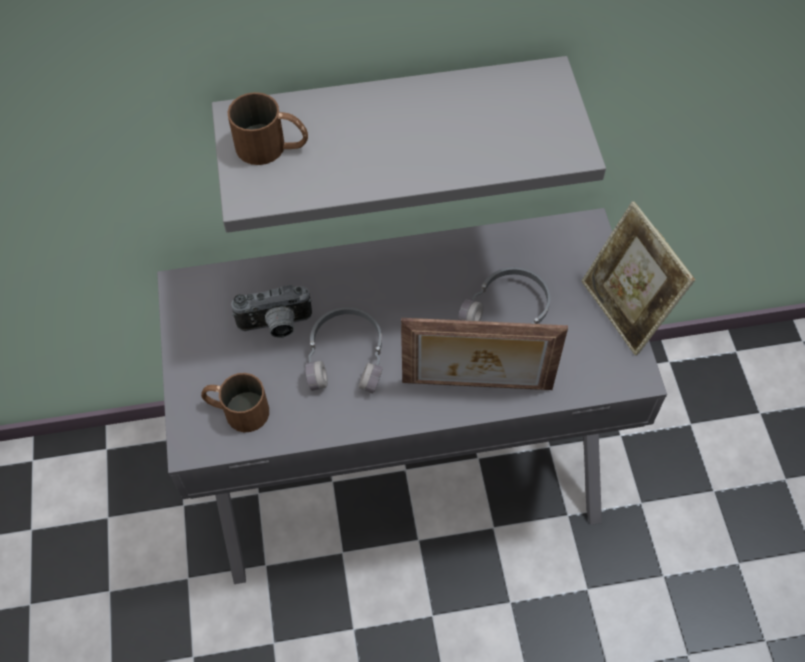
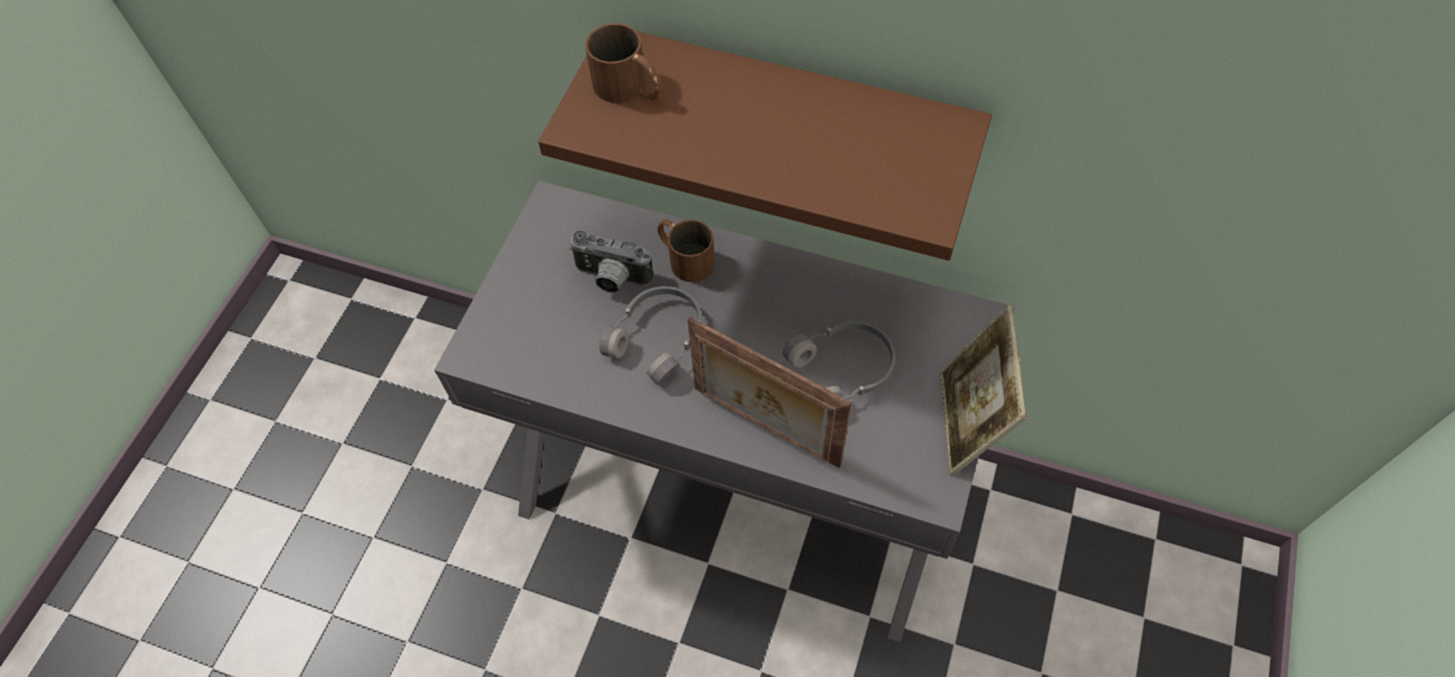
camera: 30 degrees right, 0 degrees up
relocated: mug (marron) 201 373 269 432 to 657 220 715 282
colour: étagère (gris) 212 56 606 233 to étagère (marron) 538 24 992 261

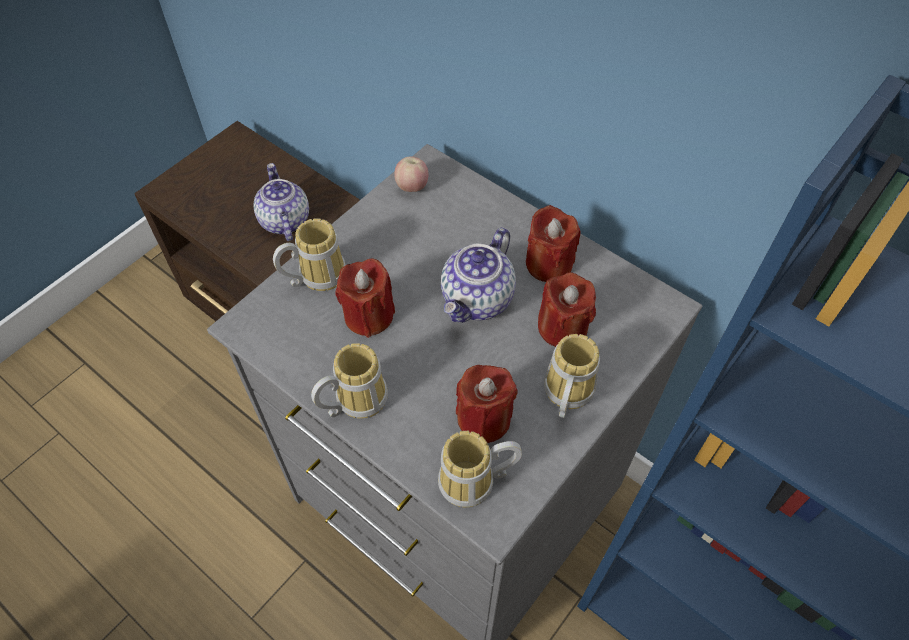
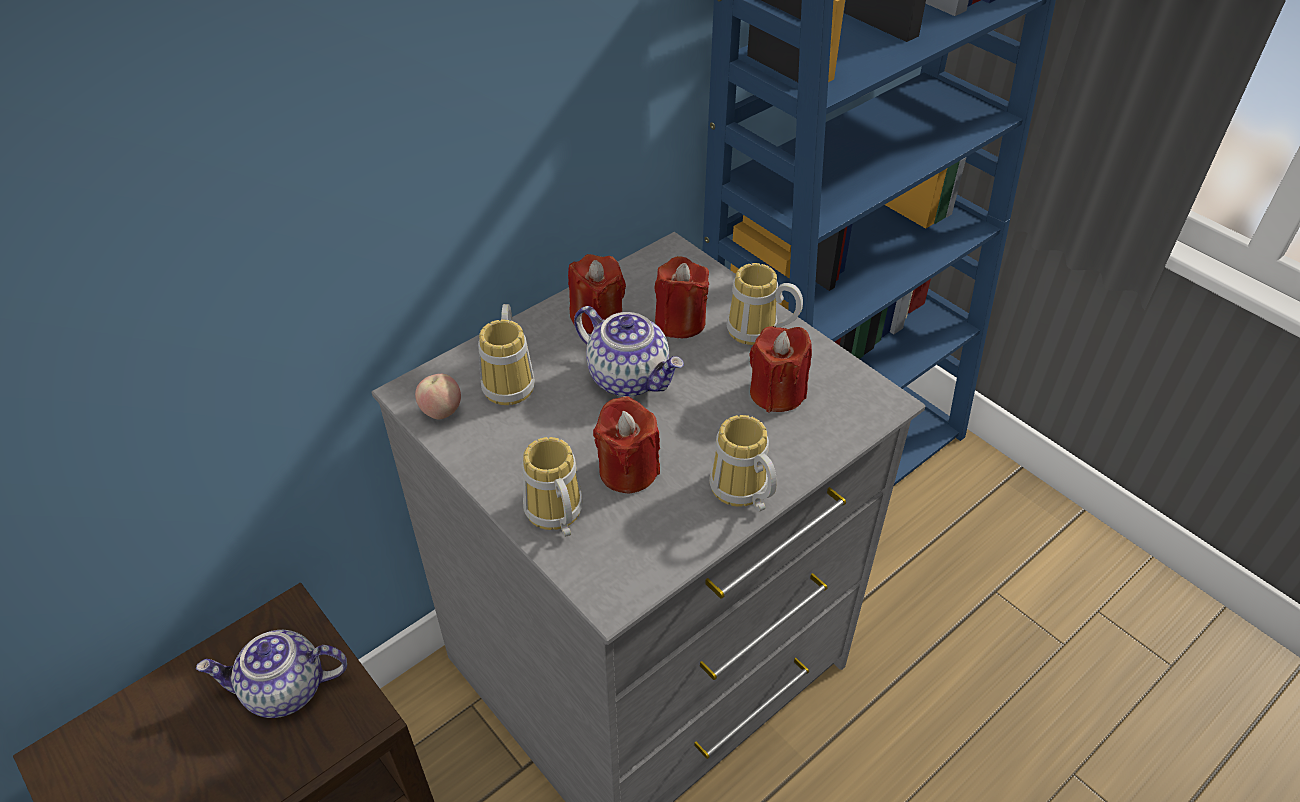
camera: 80 degrees left, 10 degrees down
relocated: mug 438 431 522 507 to 478 304 535 405

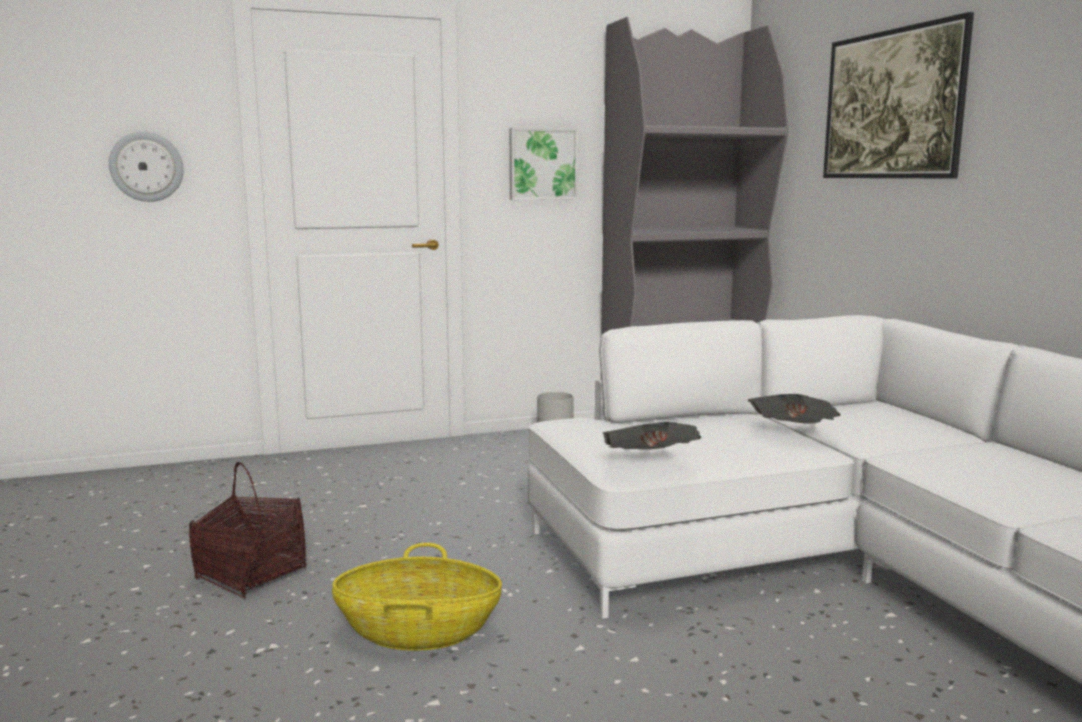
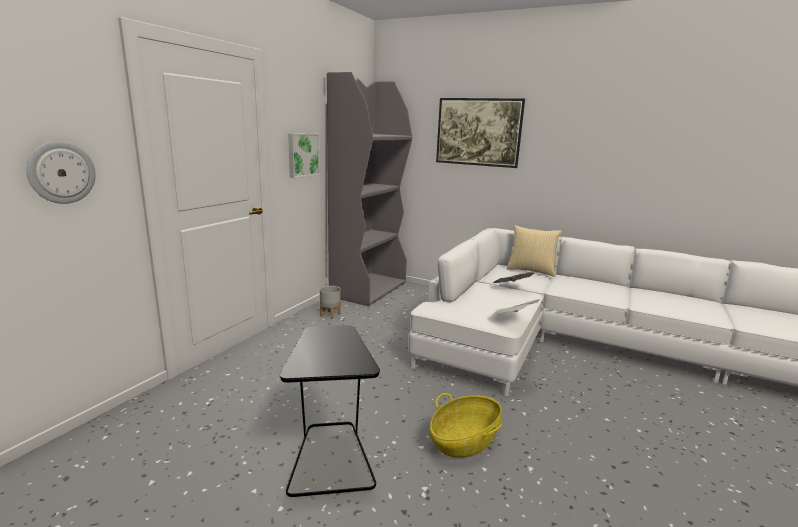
camera: 45 degrees left, 5 degrees up
appeared: coussin 506 225 562 277
exchanged: panier 189 462 306 598 to table d'appoint (noir) 280 325 380 498

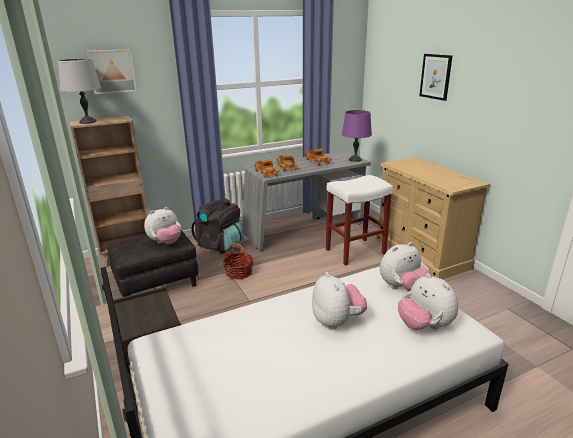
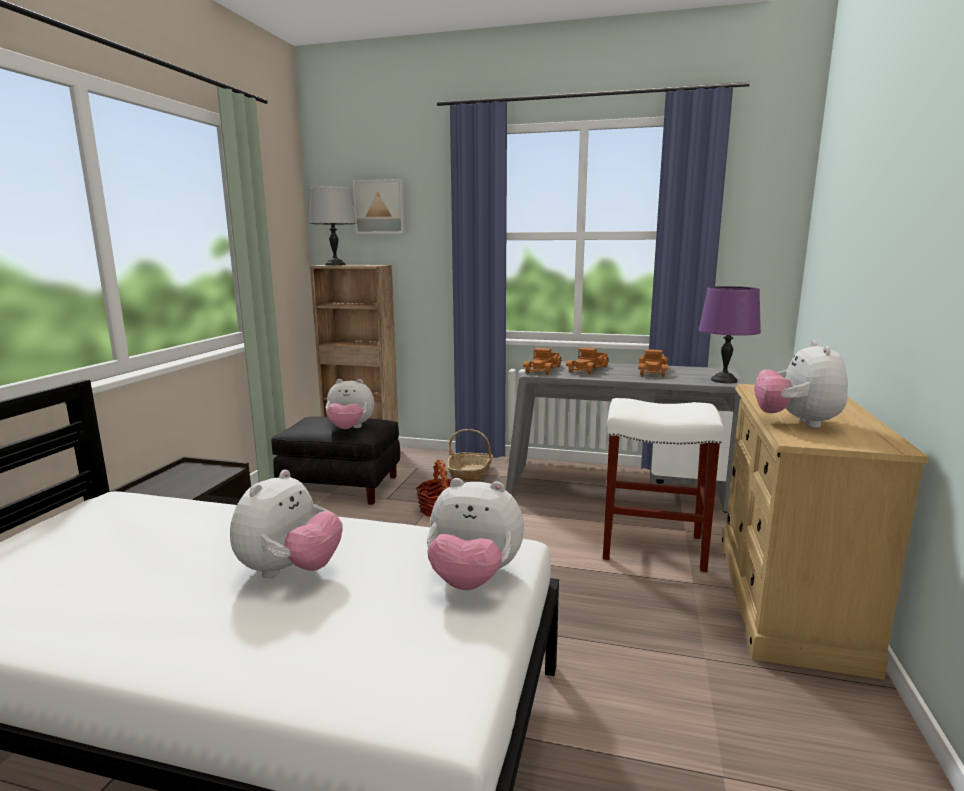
camera: 40 degrees right, 10 degrees down
missing: tableau 419 54 453 101
relocated: peluche 398 273 458 330 to 754 341 848 428
exchanged: sac à dos (noir) 191 198 244 253 to panier 447 429 493 482

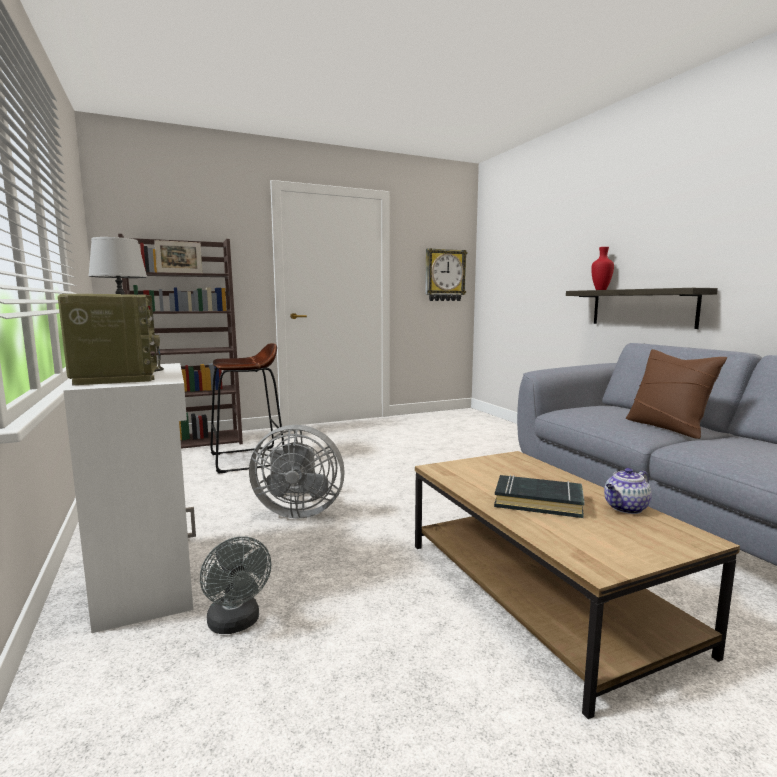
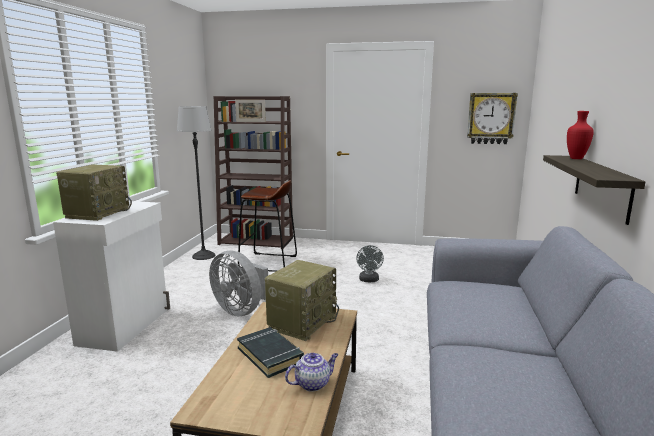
camera: 35 degrees right, 5 degrees up
missing: coussin (marron) 626 349 727 439
appeared: radio 265 260 339 341
relocated: ventilateur (gris) 200 536 271 634 to 356 245 384 282
spun: théière 604 468 652 514 = 285 353 338 392 150 degrees clockwise

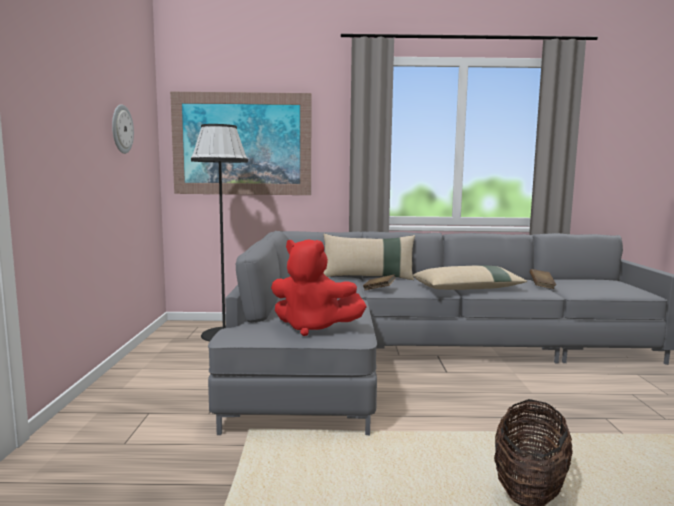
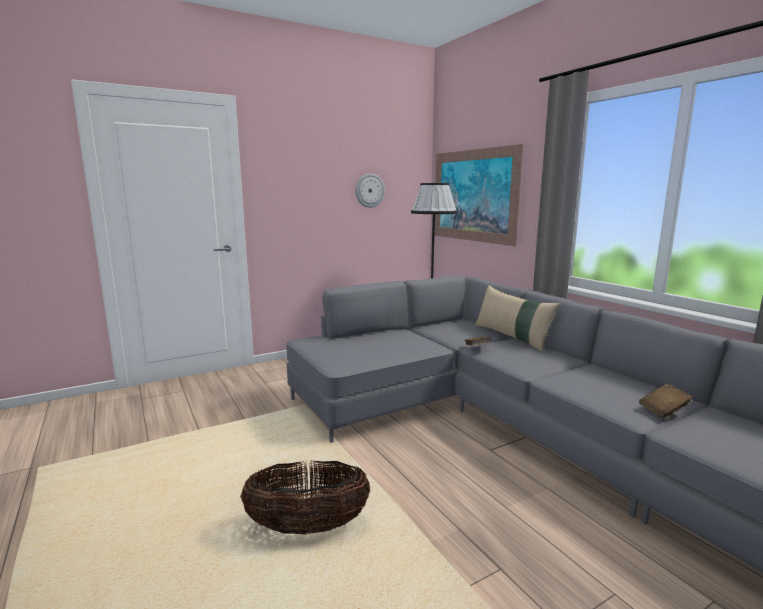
camera: 60 degrees right, 5 degrees up
missing: peluche (rouge) 271 239 367 336; coussin (beige) 413 266 527 290

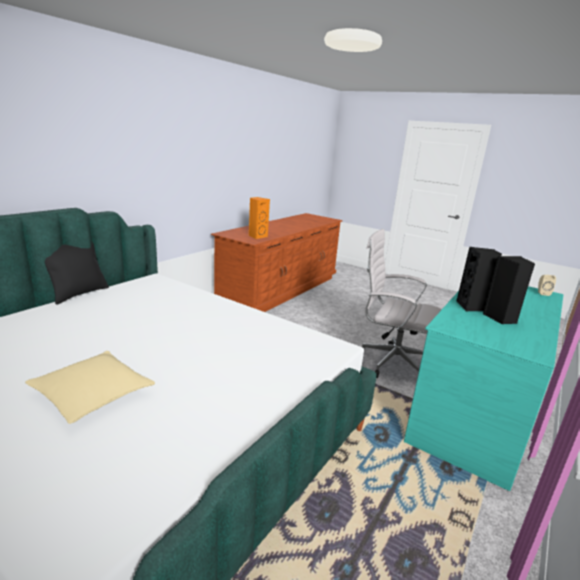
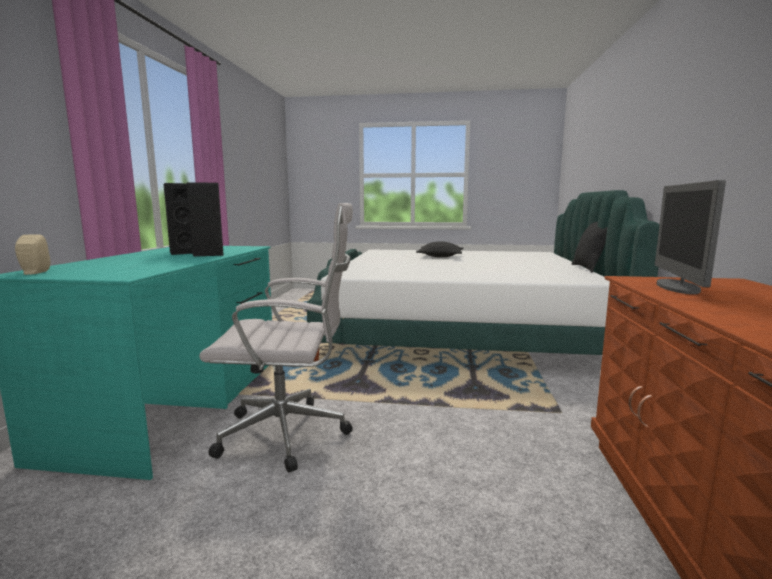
camera: 155 degrees right, 10 degrees down
exchanged: enceinte (orange) 249 197 270 239 to écran d'ordinateur 655 180 726 294
colour: coussin (beige) 25 351 155 424 to coussin (noir) 416 241 463 257

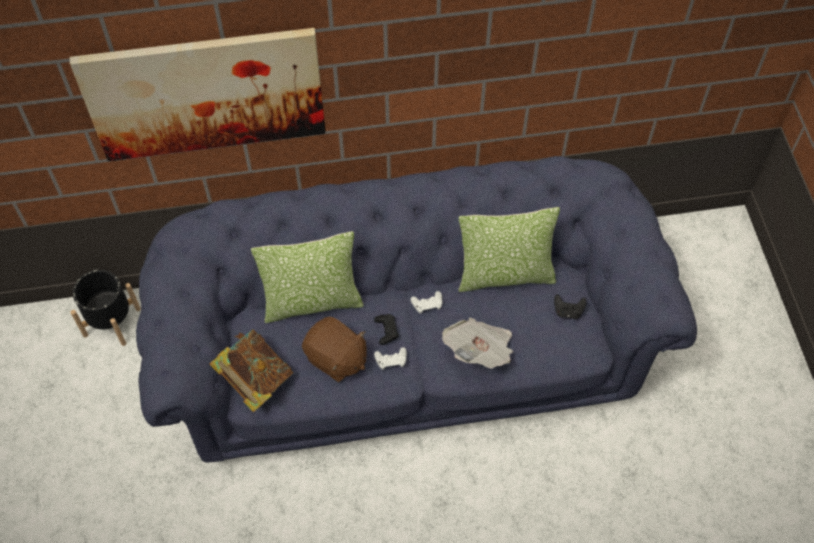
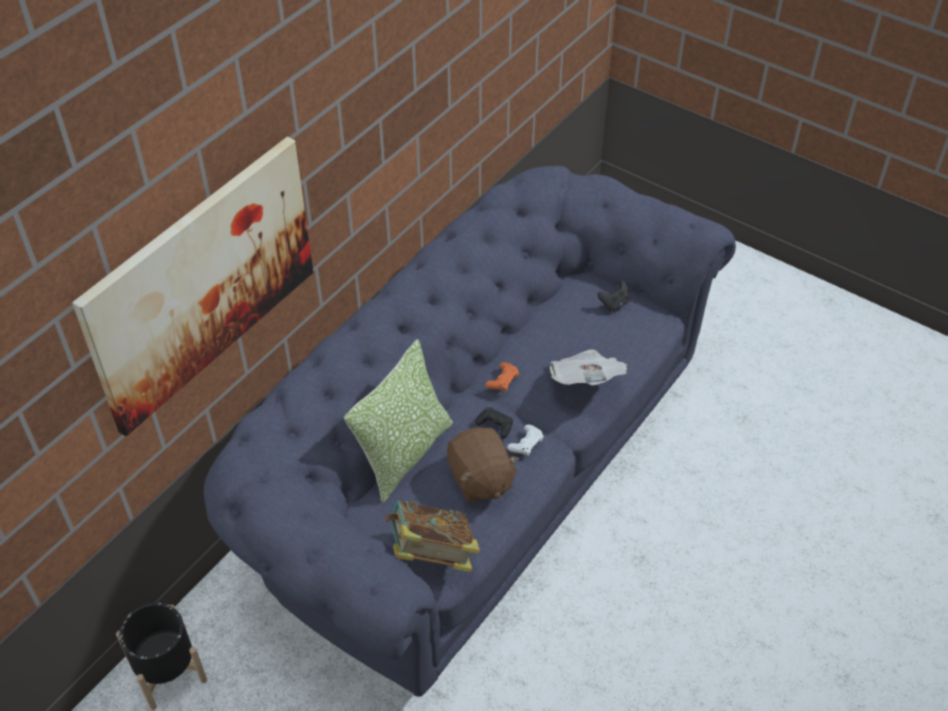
camera: 45 degrees left, 10 degrees down
missing: coussin 458 207 560 292
colour: manette (blanc) 411 291 442 314 to manette (orange) 485 362 519 391
spun: peluche (marron) 302 317 366 382 = 447 427 519 502 75 degrees clockwise

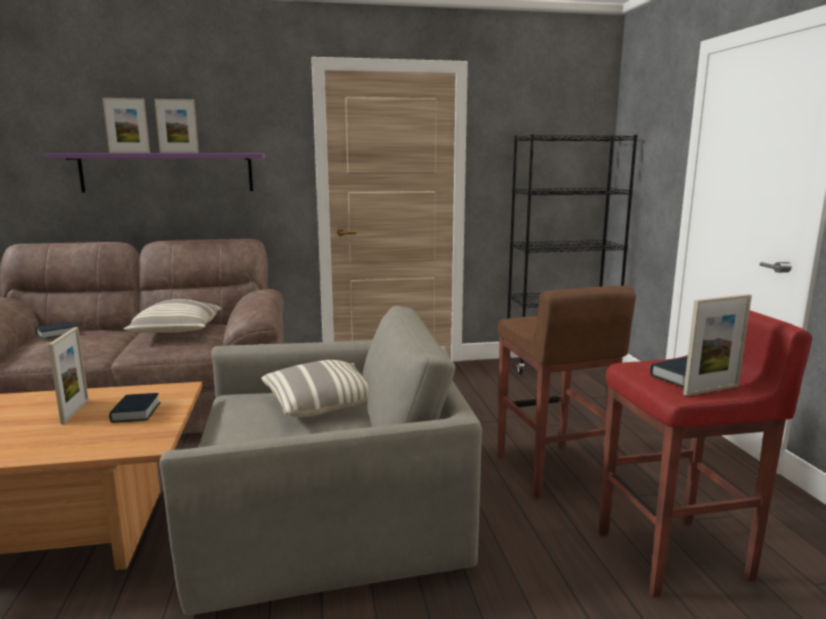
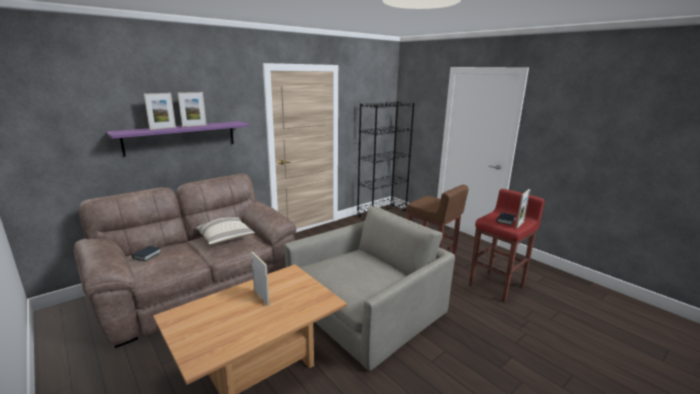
camera: 30 degrees left, 5 degrees up
missing: coussin 261 360 369 417; livre 109 393 161 423

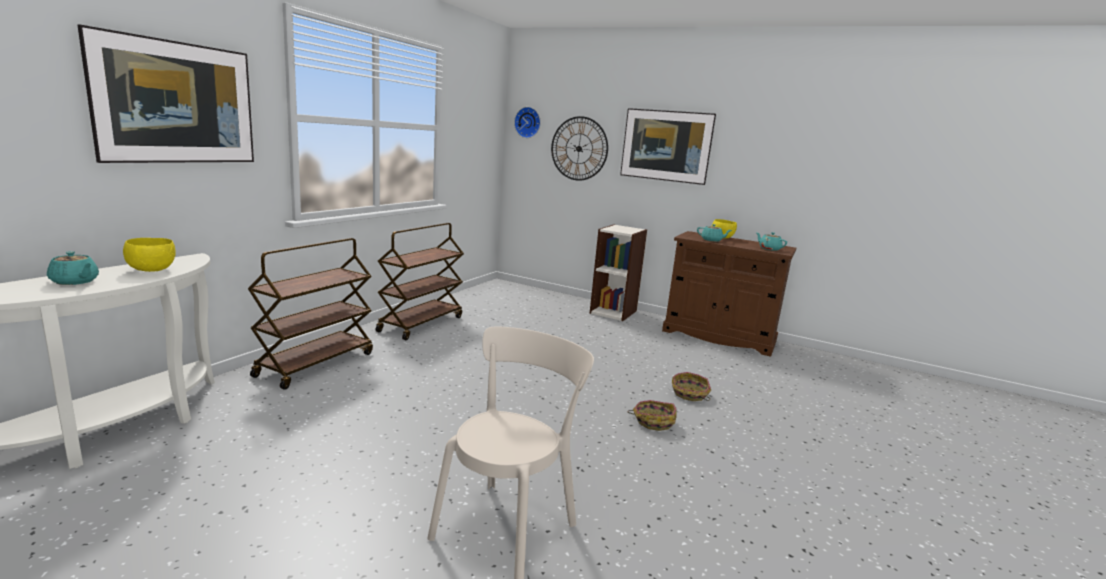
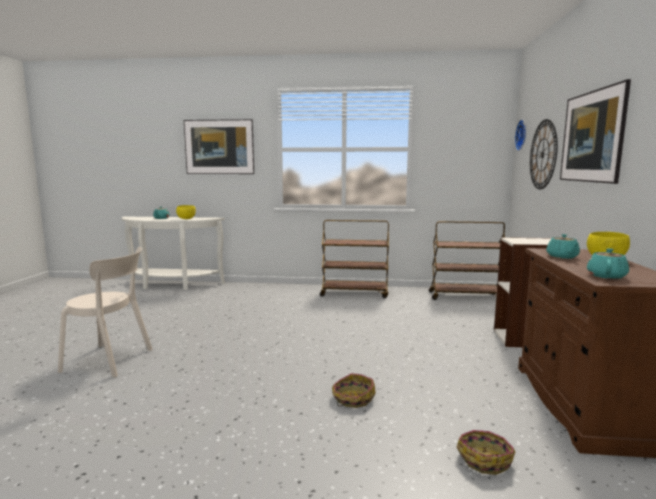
camera: 70 degrees right, 5 degrees down
relocated: chariot (marron) 248 238 373 390 to 429 221 505 300; panier 627 400 677 431 to 457 430 515 475

